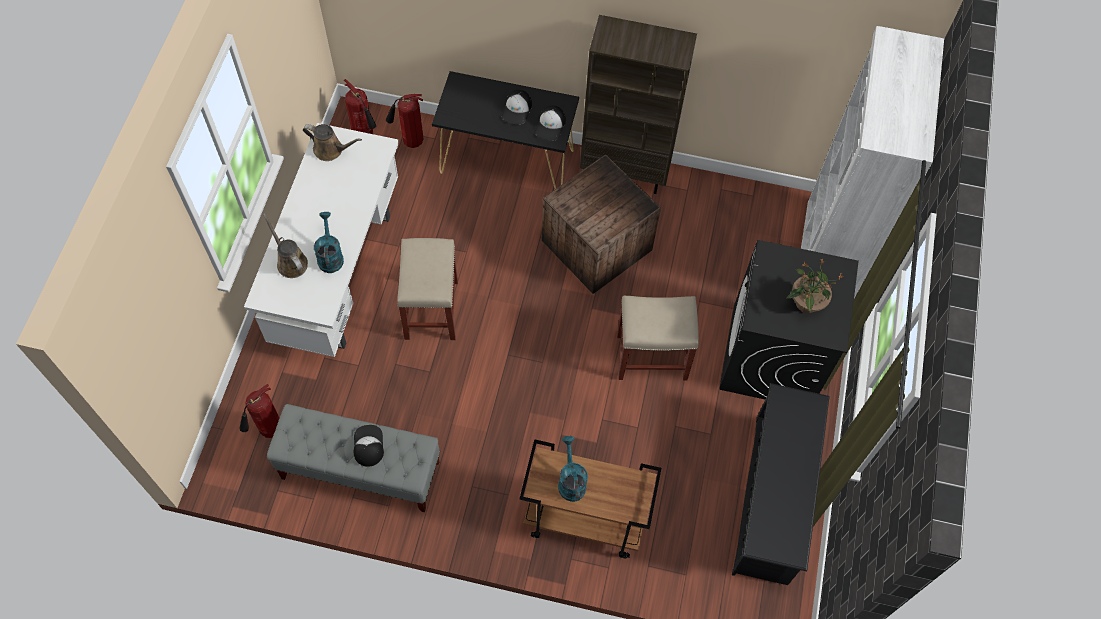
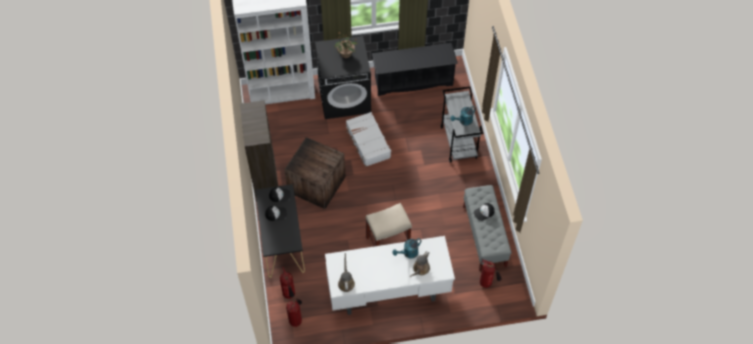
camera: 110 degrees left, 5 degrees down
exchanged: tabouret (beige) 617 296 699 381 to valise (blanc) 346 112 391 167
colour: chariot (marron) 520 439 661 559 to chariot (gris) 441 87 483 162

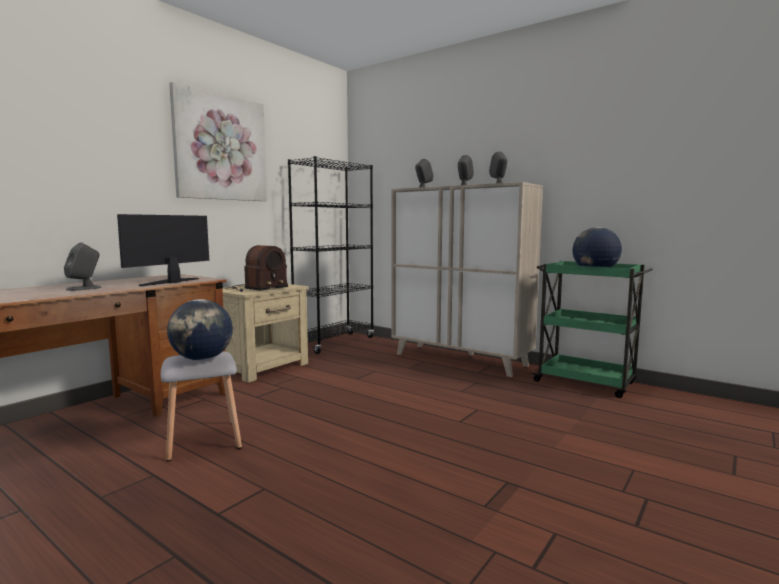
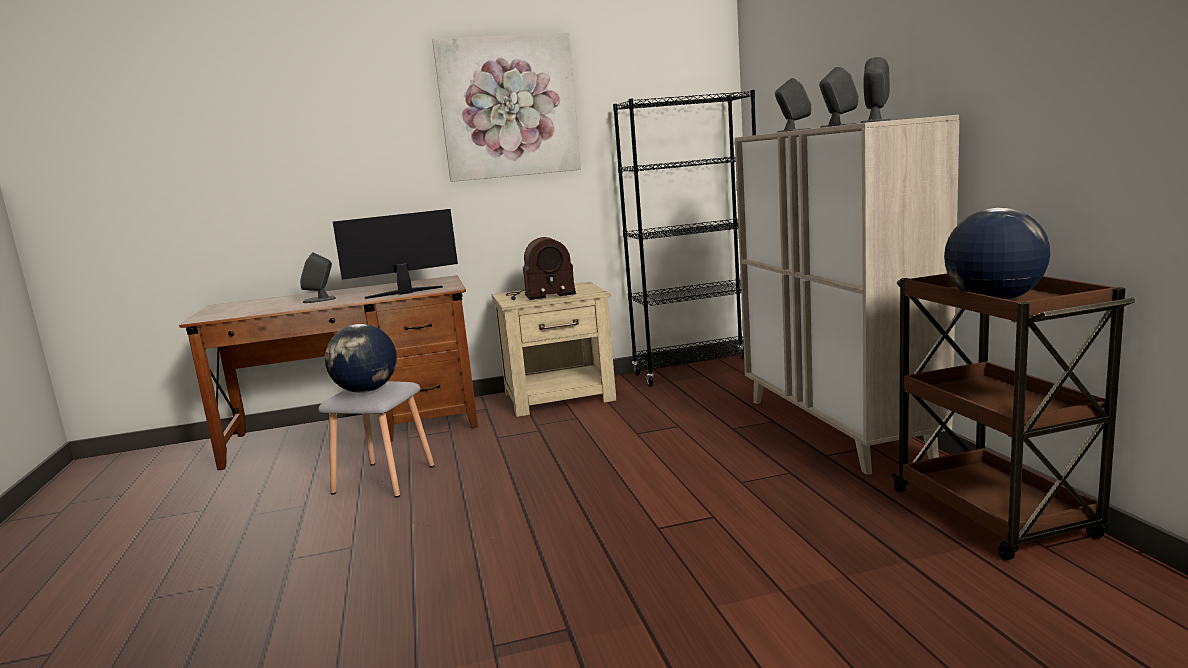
camera: 40 degrees right, 5 degrees up
colour: chariot (vert) 531 261 653 398 to chariot (marron) 891 273 1135 560

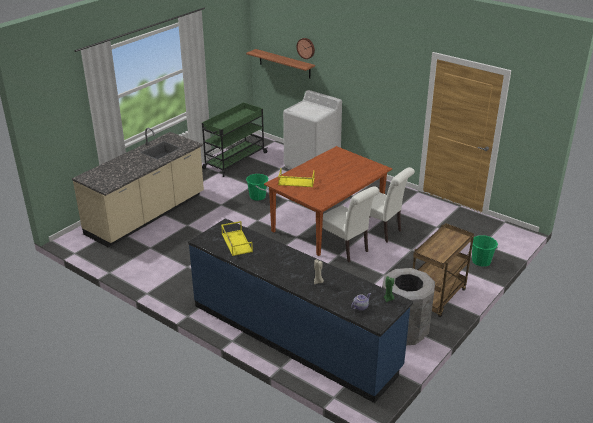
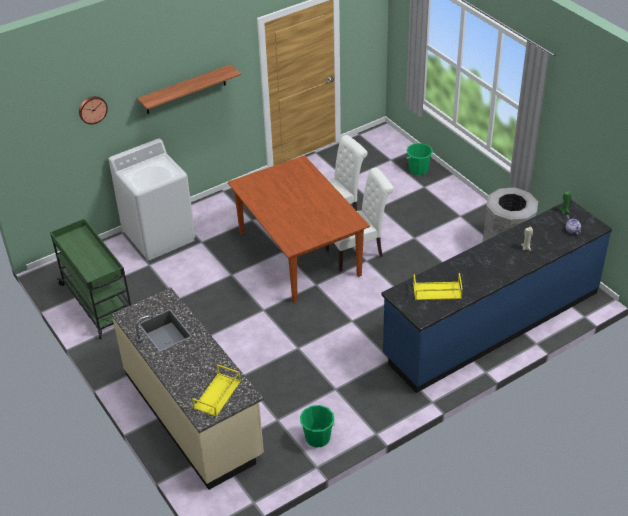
camera: 70 degrees left, 10 degrees up
missing: chariot (marron) 413 223 474 317
relocated: étagère 246 49 315 79 to 137 64 241 114; plateau (jaune) 278 168 315 187 to 192 364 241 417; seau (vert) 246 174 269 201 to 300 405 335 448

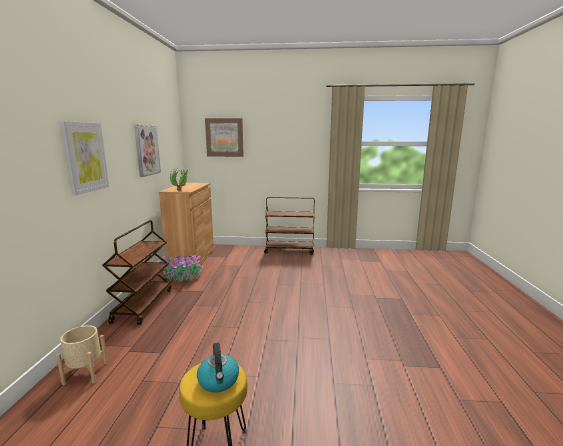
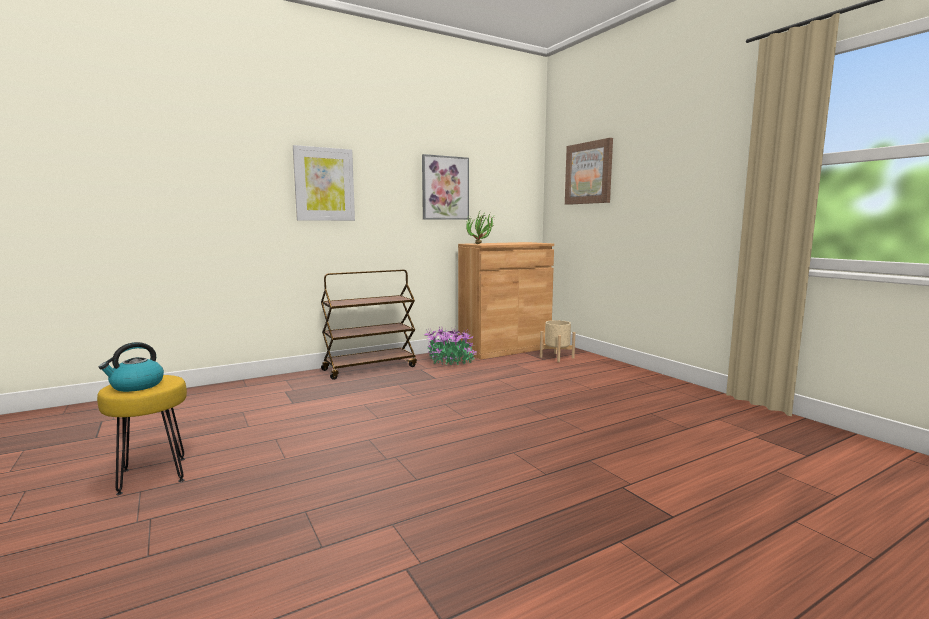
camera: 55 degrees right, 5 degrees down
missing: chariot (marron) 264 197 315 255
relocated: cache-pot (beige) 56 325 108 385 to 540 320 575 362

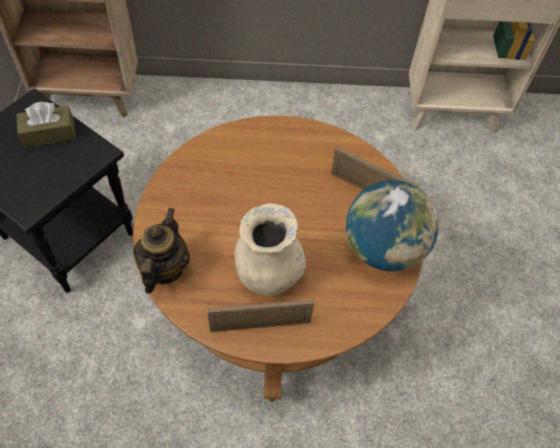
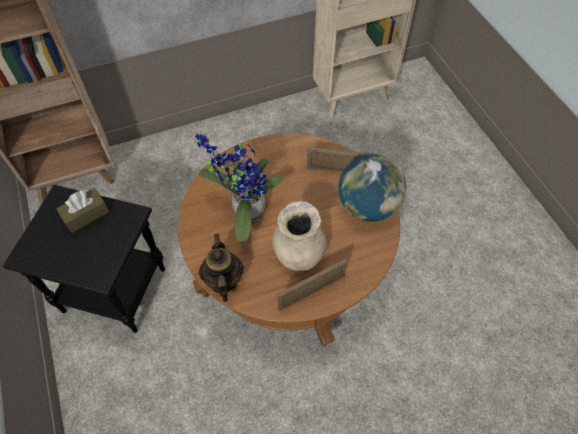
camera: 20 degrees left, 0 degrees up
appeared: plante en pot 195 134 283 242

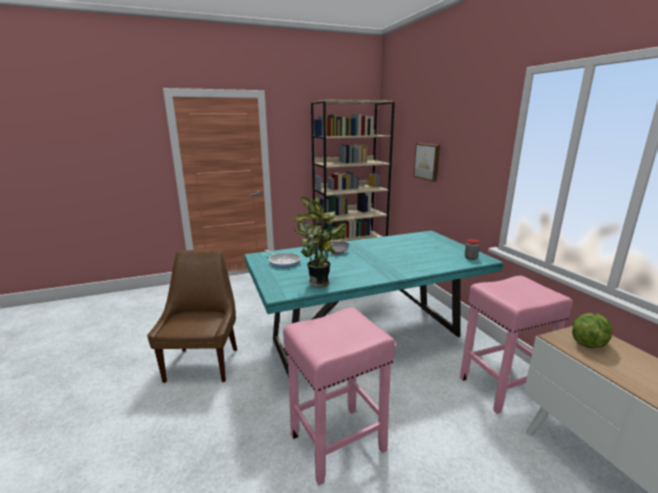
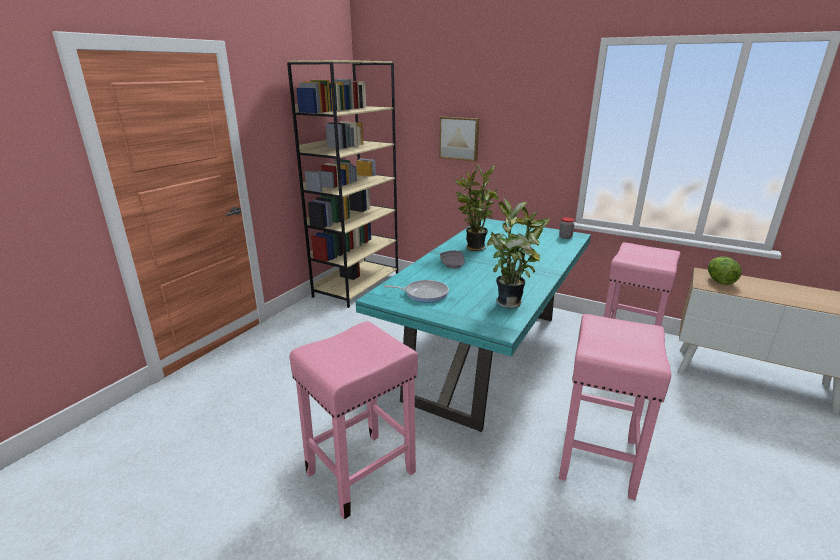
camera: 40 degrees left, 5 degrees up
appeared: plante en pot 455 164 499 251
exchanged: chaise (marron) 147 250 237 383 to tabouret (rose) 289 321 418 520

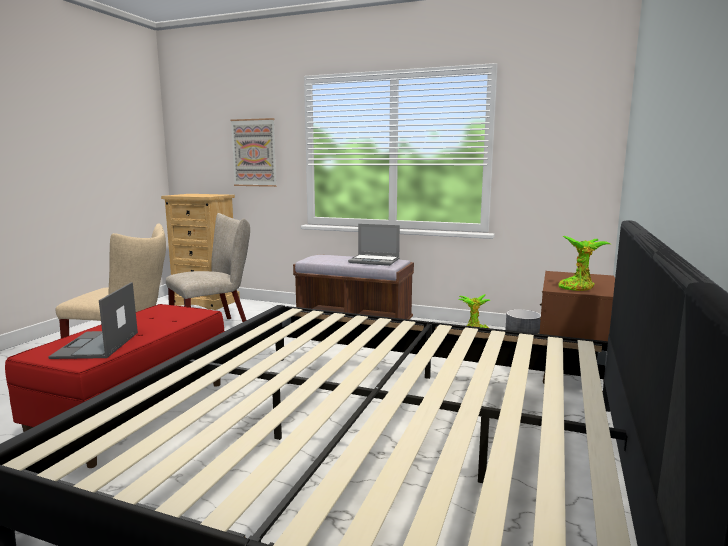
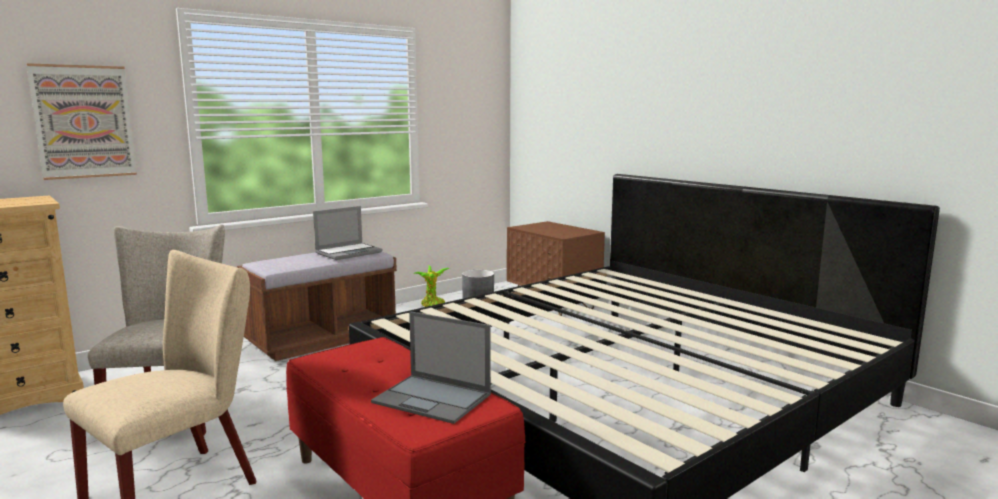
camera: 60 degrees left, 0 degrees up
missing: plante en pot 558 236 610 291

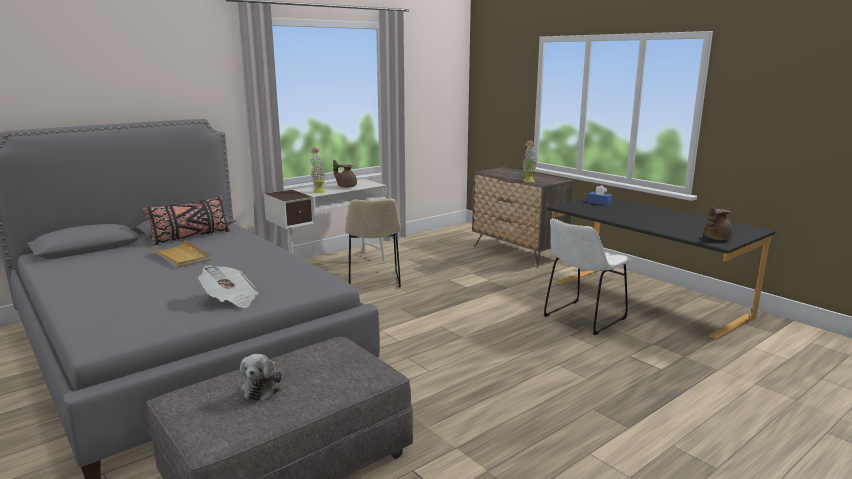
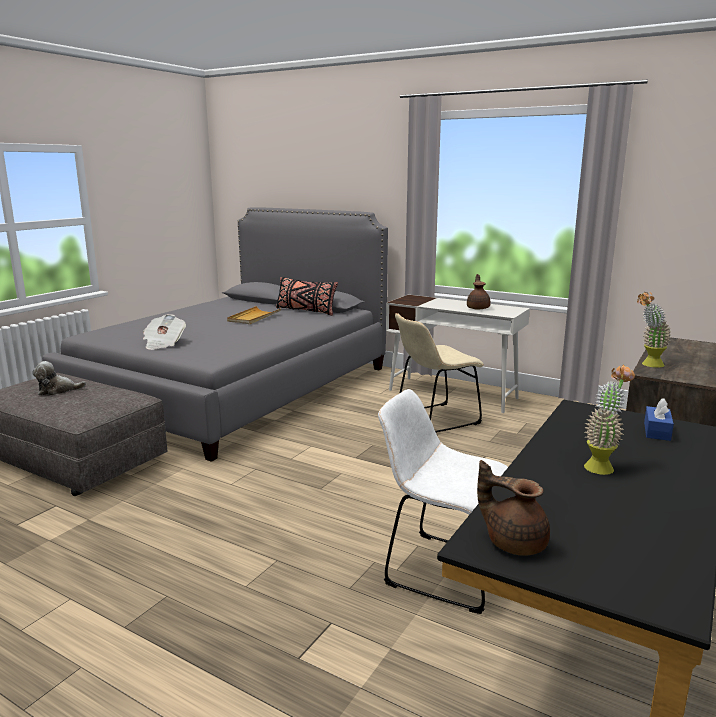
camera: 70 degrees right, 0 degrees up
relocated: plante en pot 310 146 326 193 to 584 365 635 475

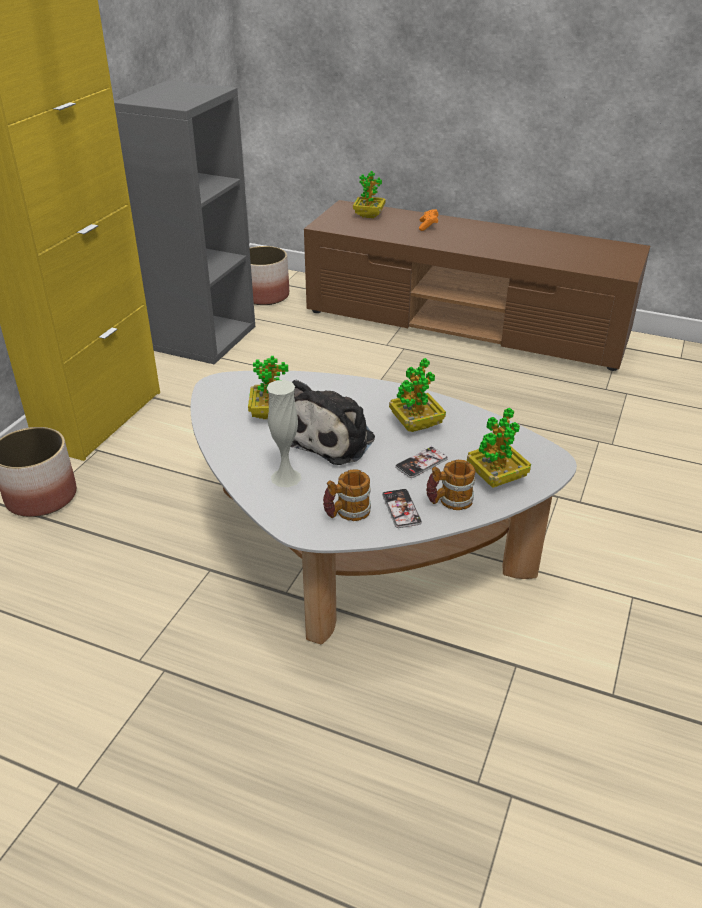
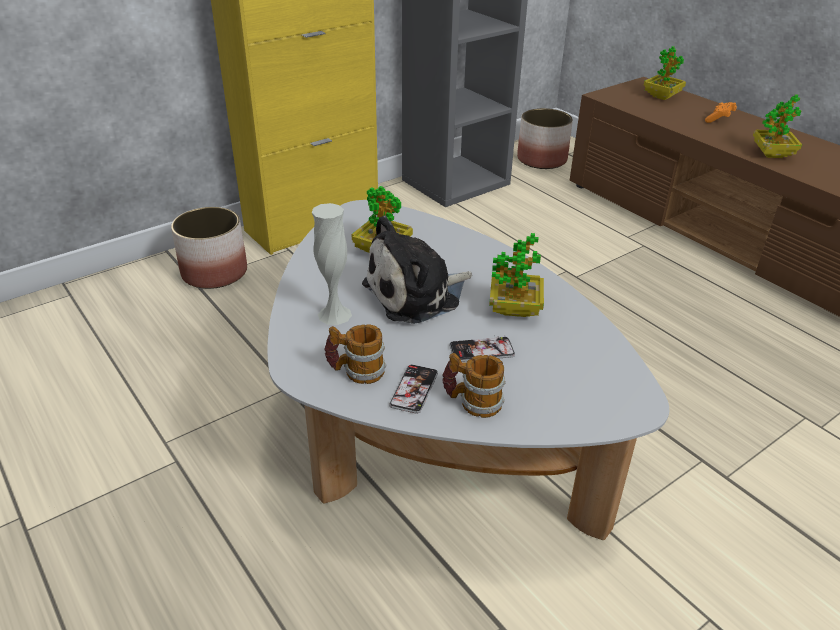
camera: 30 degrees right, 0 degrees up
relocated: plante en pot 467 408 531 488 to 753 94 802 158

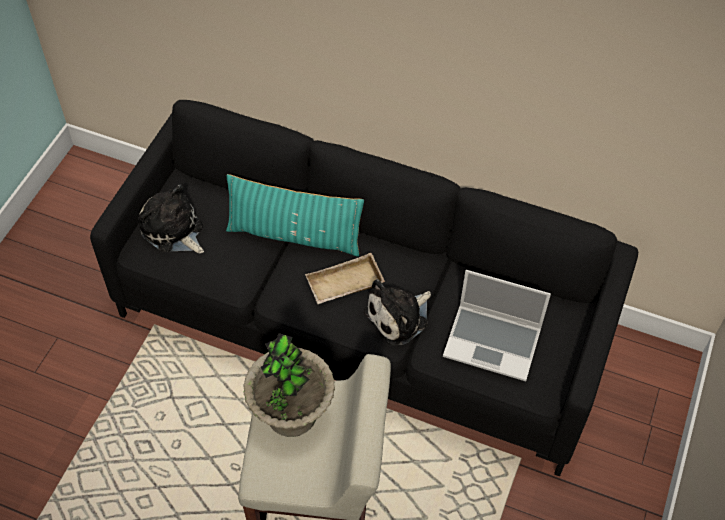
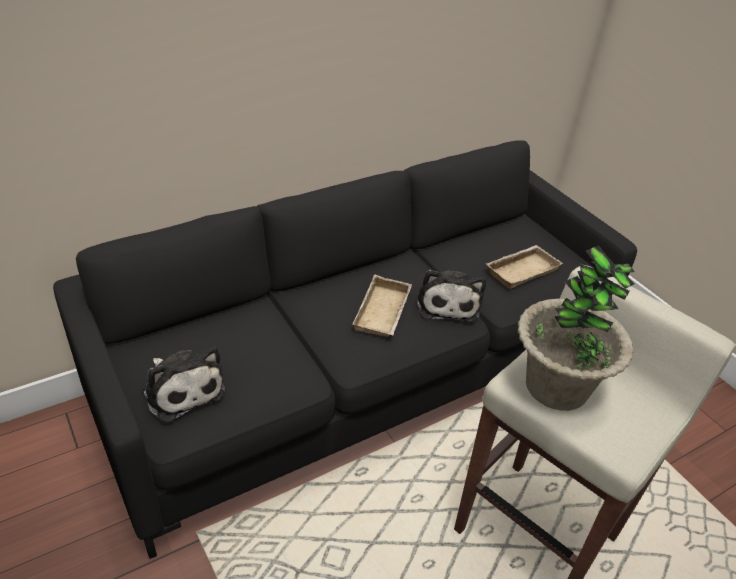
camera: 55 degrees left, 15 degrees down
missing: coussin (turquoise) 226 174 364 257
exchanged: ordinateur portable 443 270 551 381 to plateau (beige) 486 245 563 289
spun: peluche 139 184 204 253 = 142 346 225 423 120 degrees counterclockwise

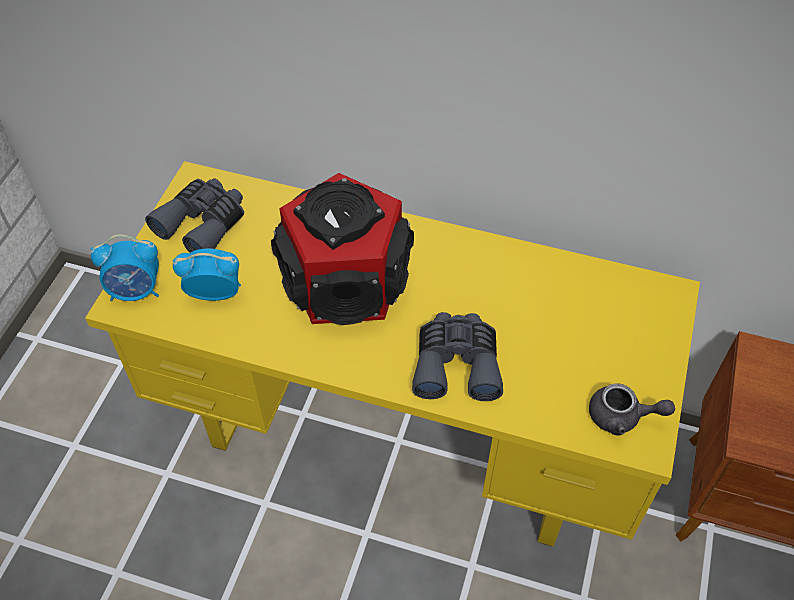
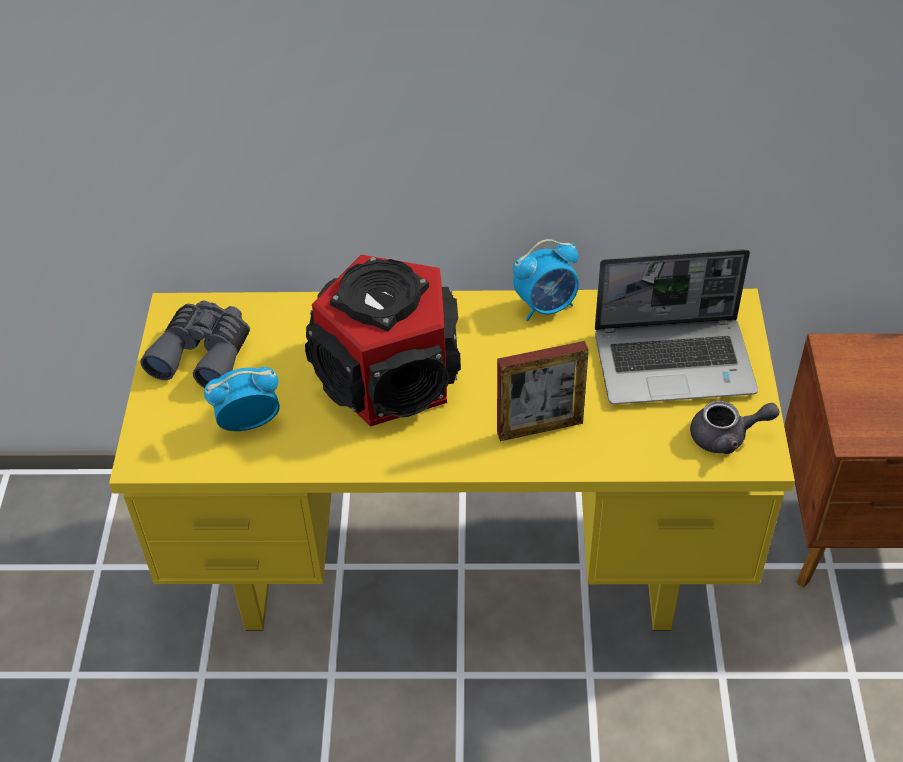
camera: 15 degrees left, 5 degrees down
appeared: ordinateur portable 595 249 758 404
relocated: réveil 91 234 159 301 to 513 239 579 321
exchanged: jumelles (gris) 412 312 503 401 to cadre photo 497 341 589 441

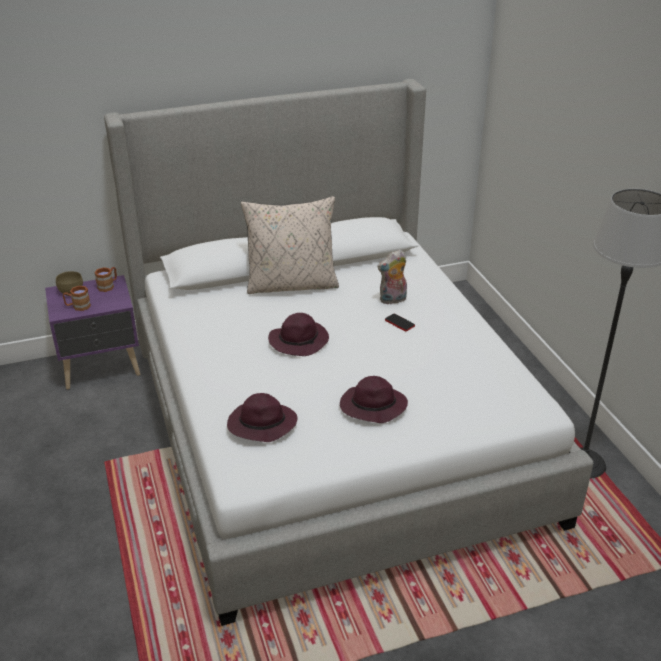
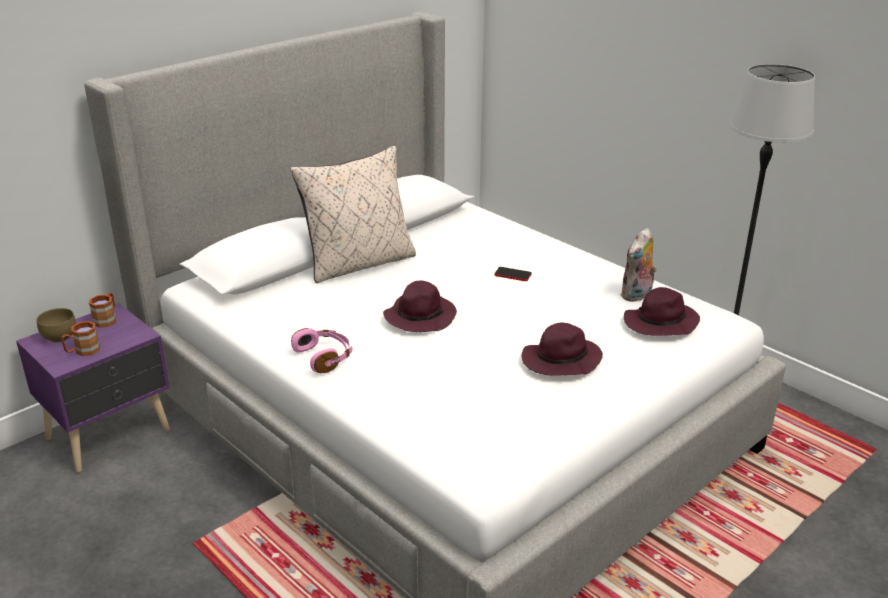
camera: 25 degrees left, 5 degrees down
appeared: casque audio (rose) 291 328 353 373
relocated: peluche 377 250 407 305 to 621 228 657 302; chapeau (violet) 227 393 298 442 to 624 287 700 336

